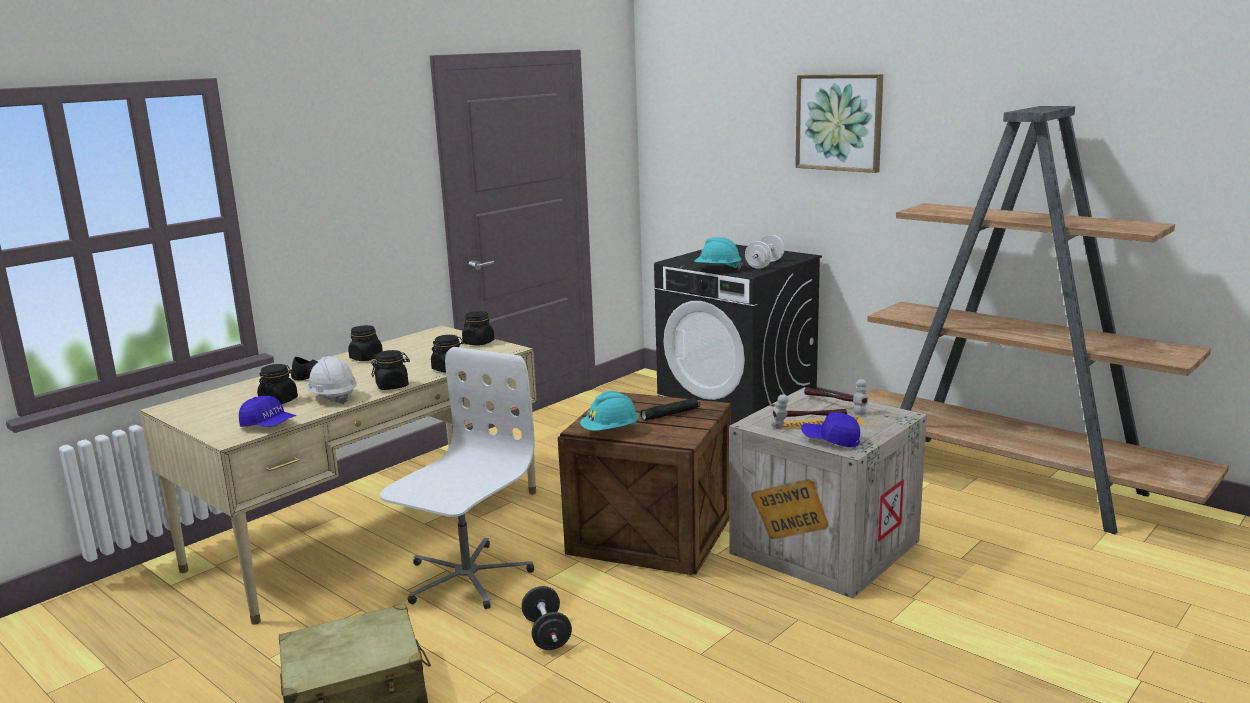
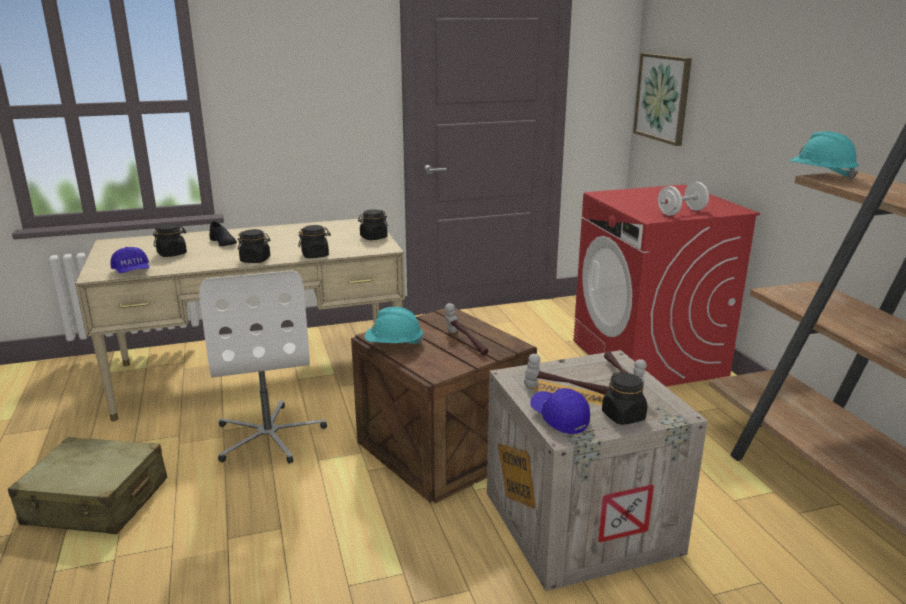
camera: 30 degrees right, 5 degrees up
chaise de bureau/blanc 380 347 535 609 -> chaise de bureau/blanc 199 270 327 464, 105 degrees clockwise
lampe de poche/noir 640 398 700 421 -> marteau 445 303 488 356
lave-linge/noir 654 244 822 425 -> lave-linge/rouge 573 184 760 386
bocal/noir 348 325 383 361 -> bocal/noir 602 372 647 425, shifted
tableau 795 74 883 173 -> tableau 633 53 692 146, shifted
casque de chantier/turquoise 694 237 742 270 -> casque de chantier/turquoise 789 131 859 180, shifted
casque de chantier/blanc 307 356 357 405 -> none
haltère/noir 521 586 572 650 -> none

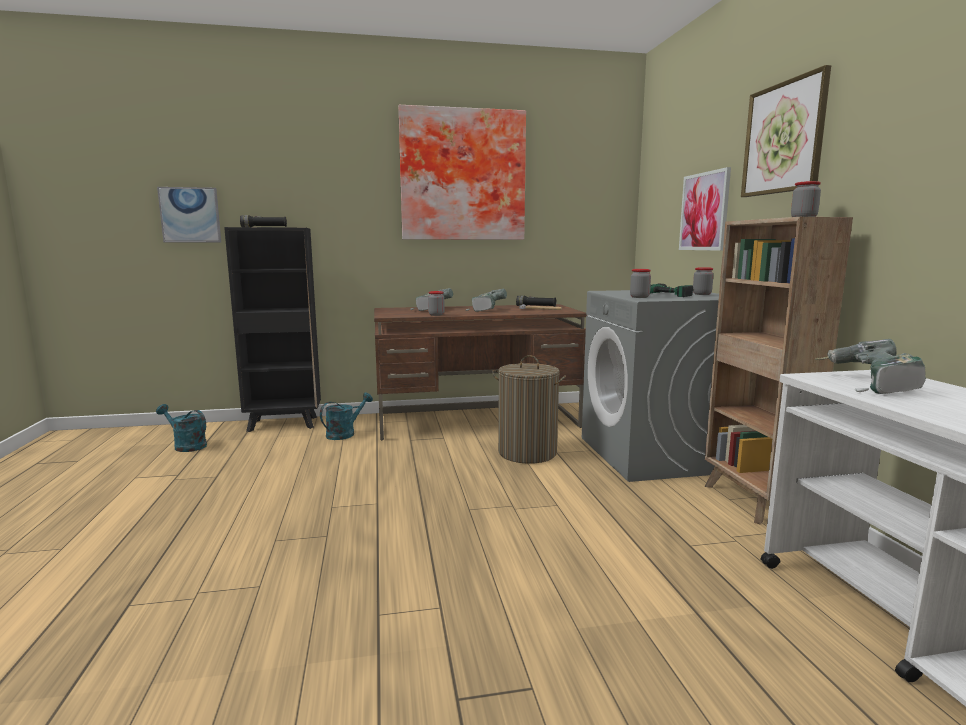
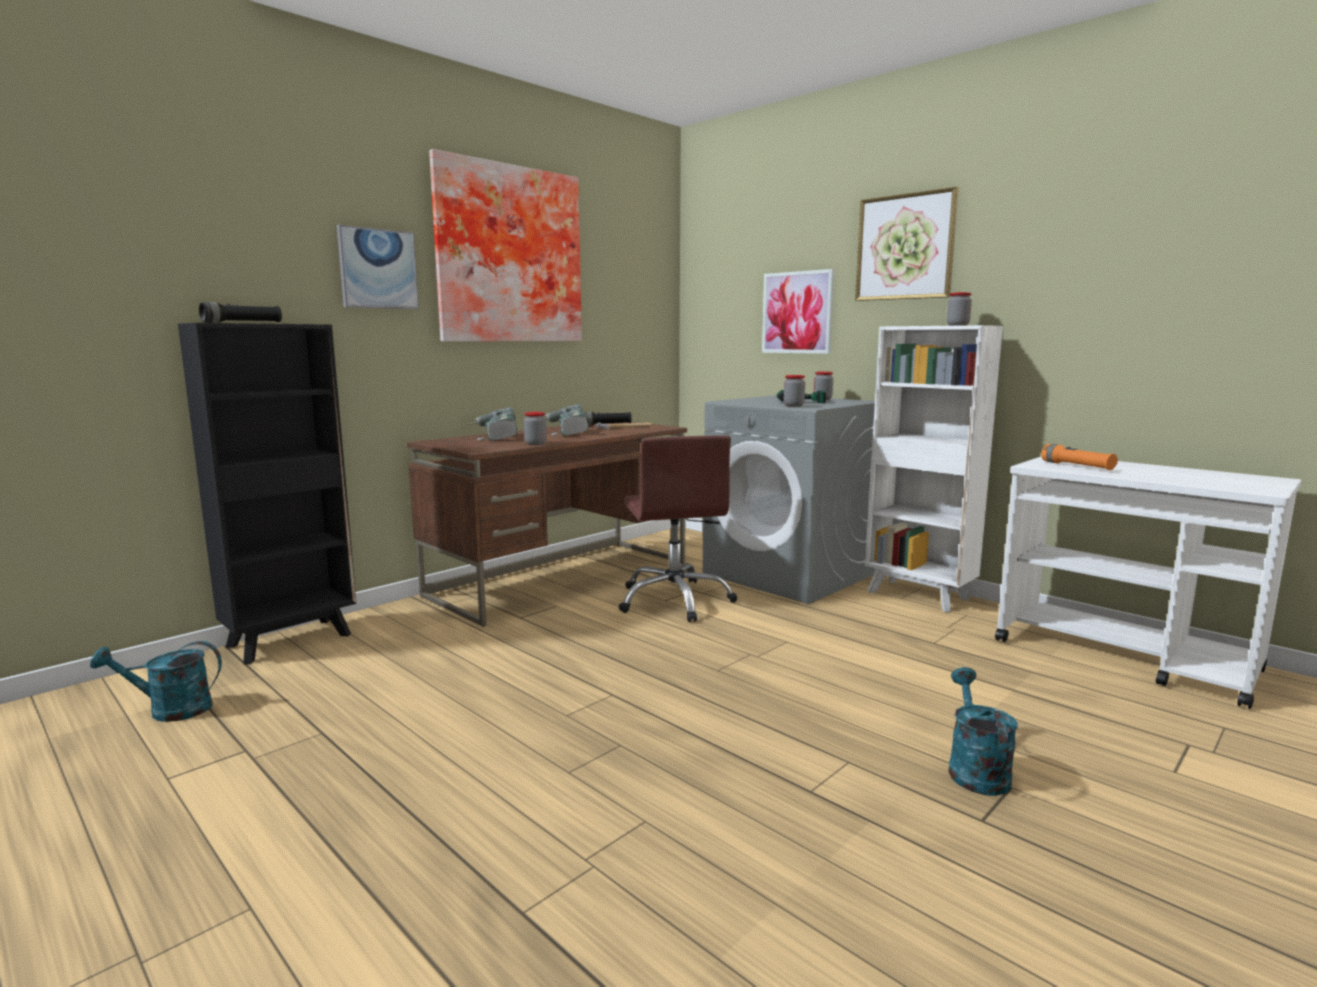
camera: 35 degrees left, 0 degrees up
tableau 157 187 221 242 -> tableau 337 225 419 309, shifted
panier à linge 492 355 566 464 -> chaise de bureau/marron 619 436 737 622
bibliothèque/marron 705 217 853 525 -> bibliothèque/blanc 865 325 1003 612
arrosoir/turquoise 320 393 373 440 -> arrosoir/turquoise 948 667 1018 796, shifted
perceuse 815 339 926 394 -> lampe de poche/orange 1041 444 1118 470

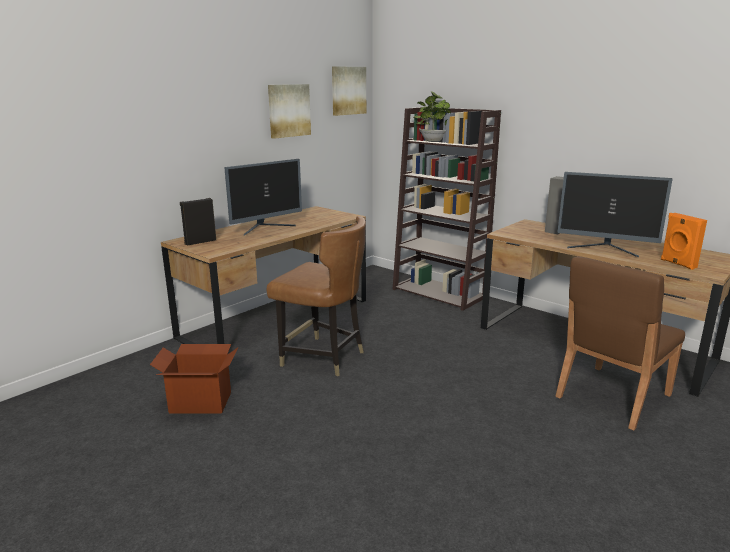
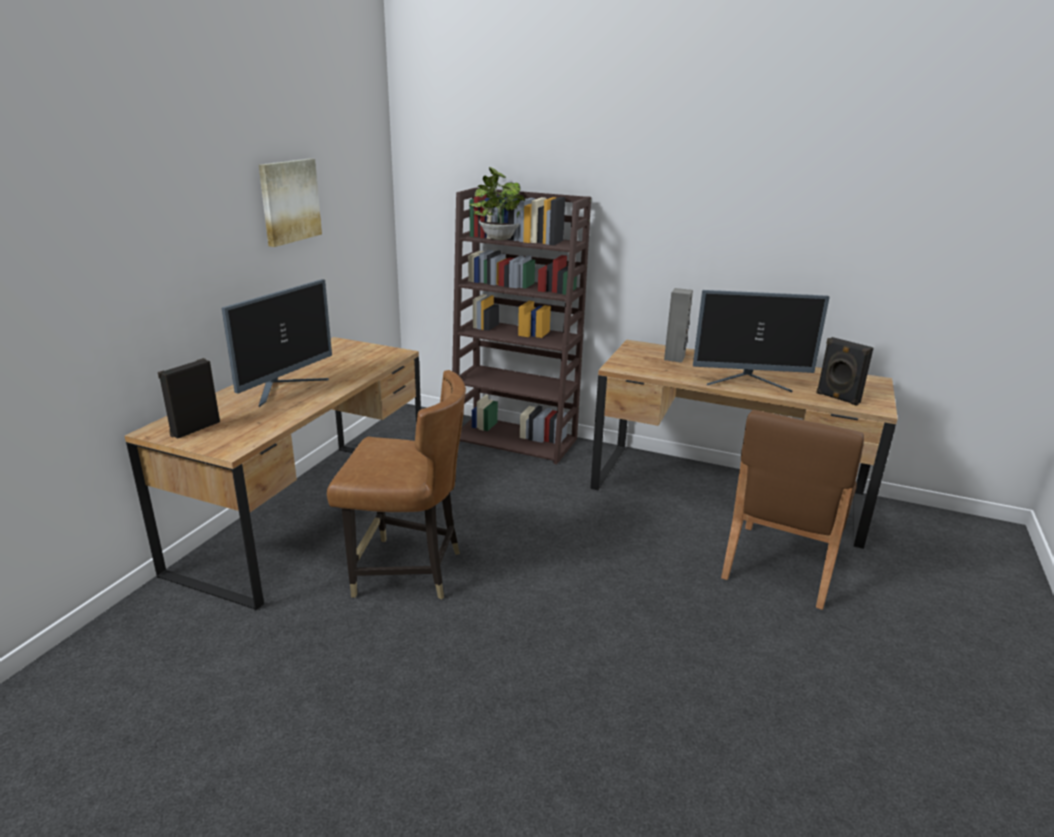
camera: 20 degrees left, 5 degrees up
enceinte/orange 661 213 707 270 -> enceinte/noir 816 337 874 406
carton 150 344 238 414 -> none
tableau 332 66 366 116 -> none

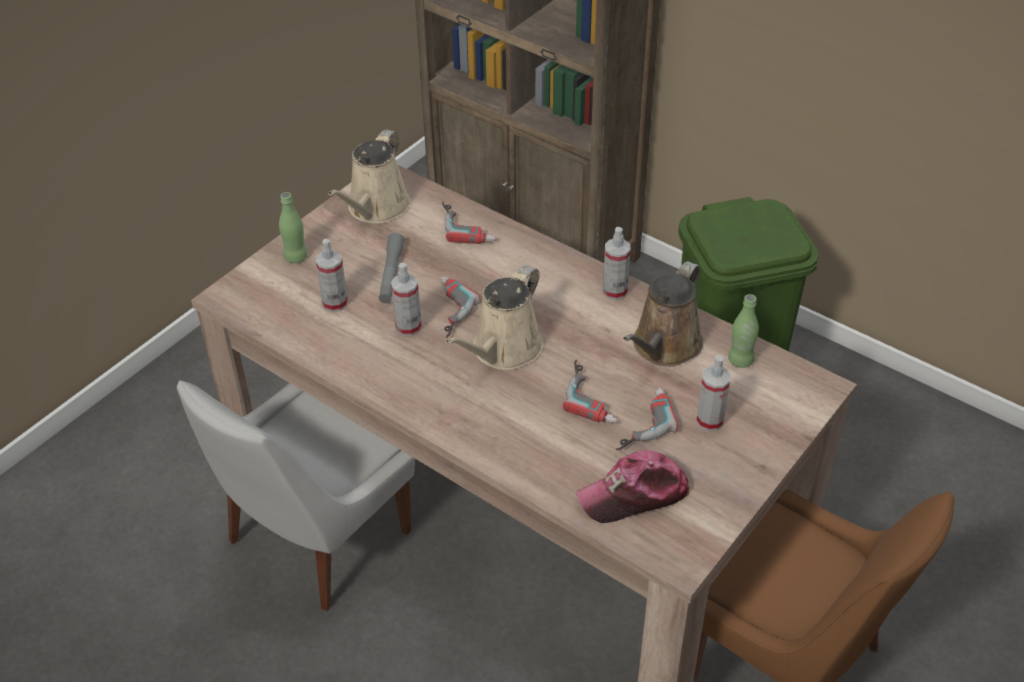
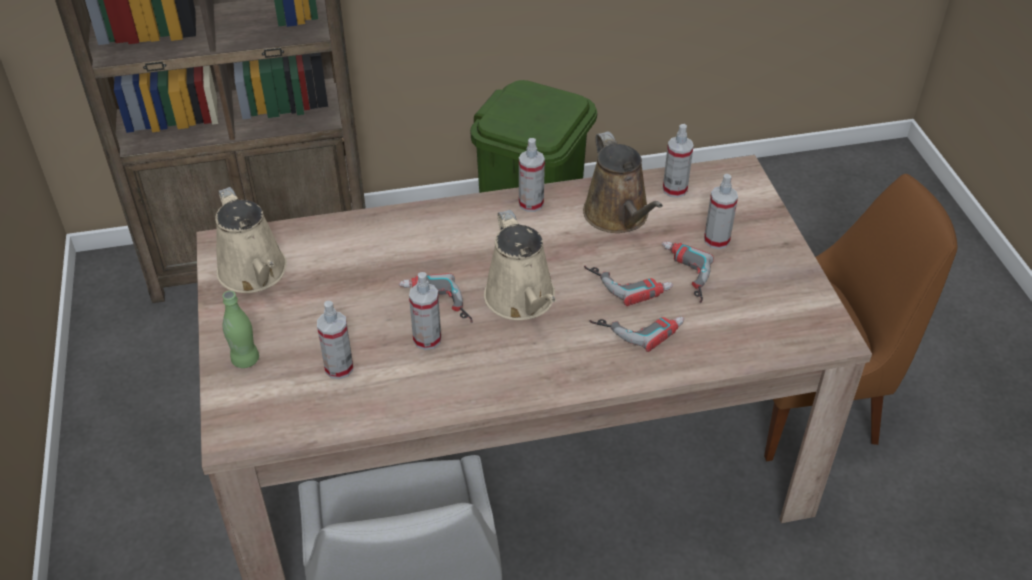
camera: 50 degrees left, 0 degrees up
perceuse 442 201 497 244 -> perceuse 589 317 684 352, shifted
bouteille/vert 728 294 759 368 -> vaporisateur 663 124 694 198
lampe de poche/gris 379 233 404 303 -> none
casquette 576 450 690 523 -> none

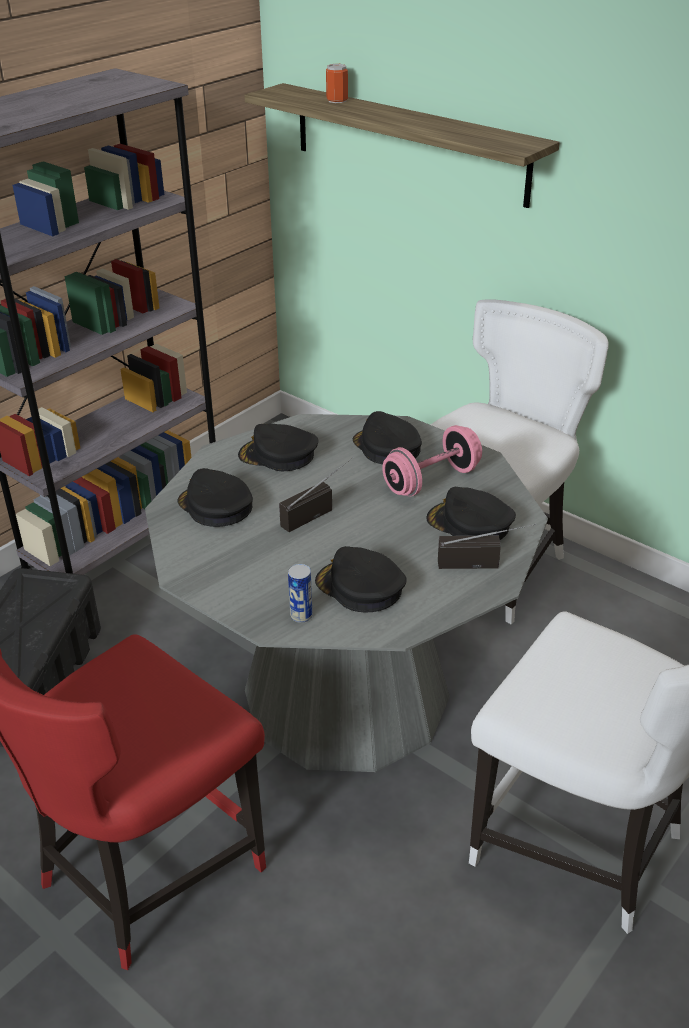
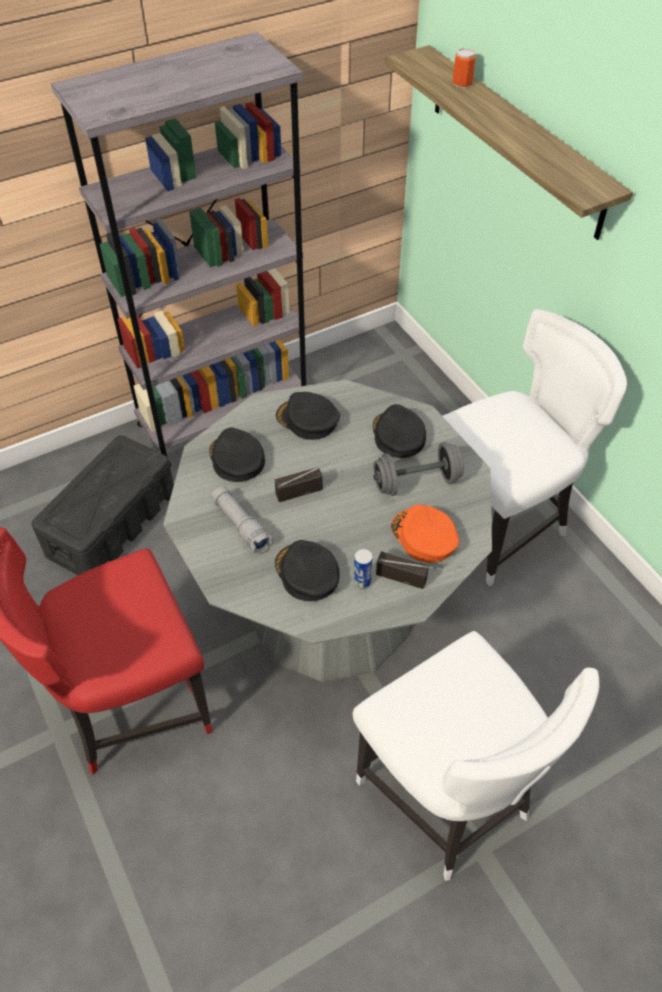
camera: 20 degrees right, 15 degrees up
none -> lampe de poche/gris 211 486 273 554
boîte métallique 288 564 312 623 -> boîte métallique 354 549 373 589, shifted
haltère/rose 382 425 482 496 -> haltère/gris 374 442 464 496
casquette/noir 426 487 516 540 -> casquette/orange 391 505 459 563

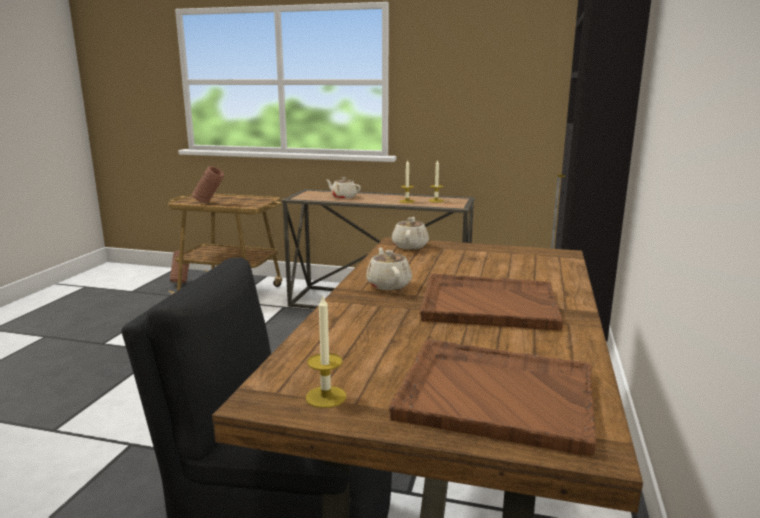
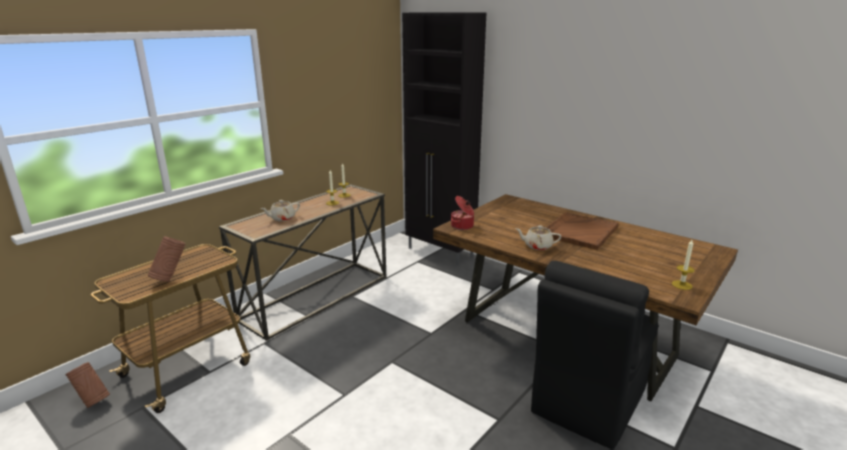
camera: 65 degrees left, 5 degrees up
théière/beige 392 217 429 249 -> marmite 451 196 474 230
plateau/marron 389 339 596 456 -> none

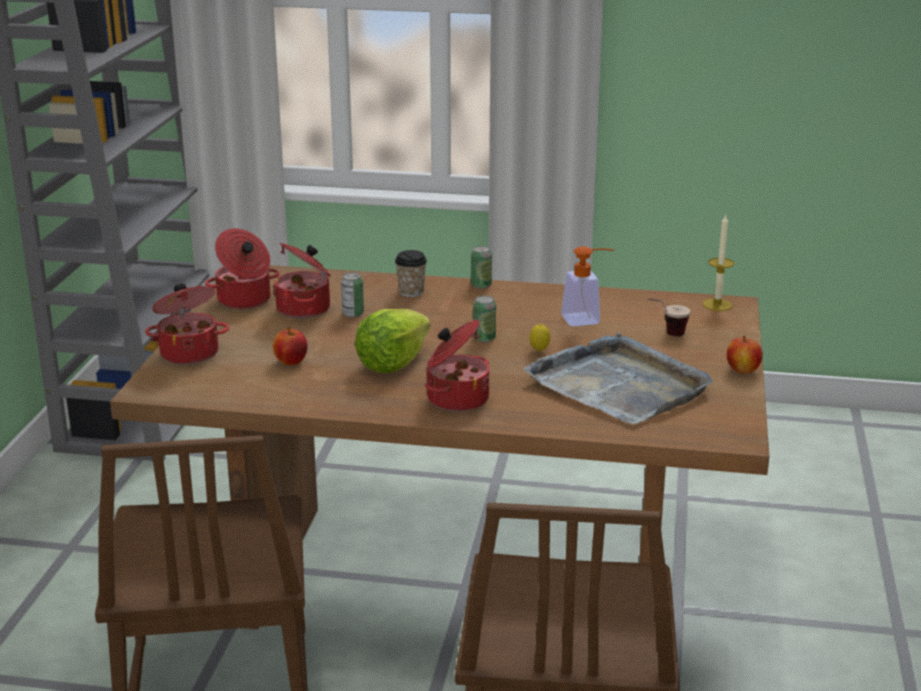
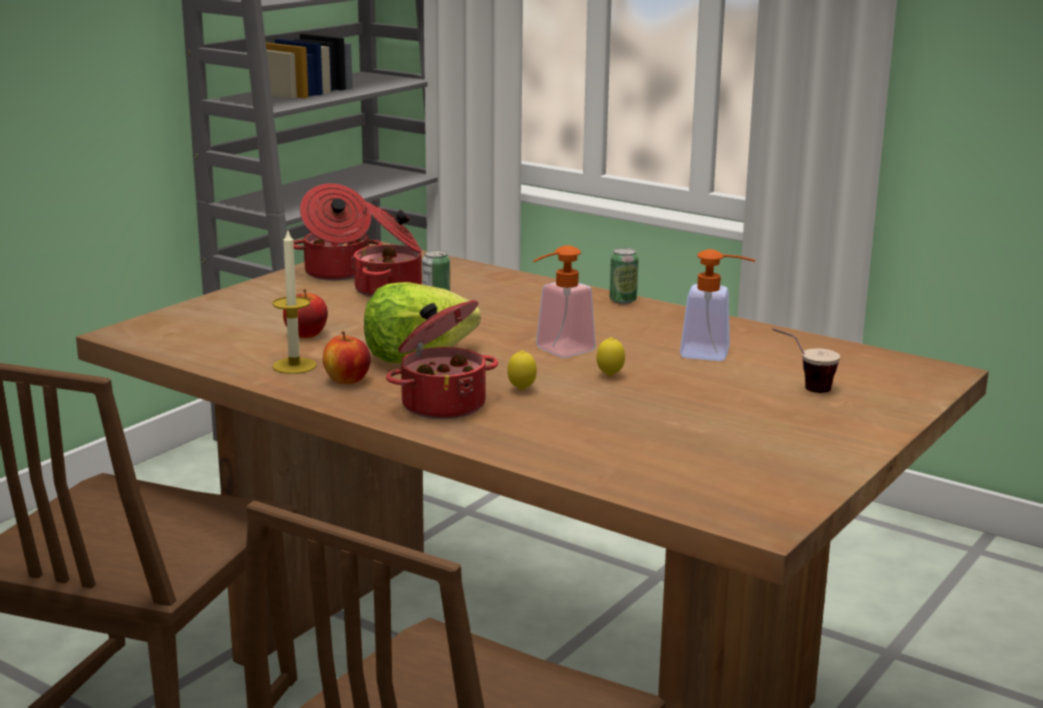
camera: 25 degrees right, 5 degrees down
bougie 703 213 734 311 -> bougie 272 231 317 374, shifted
pomme 727 335 763 374 -> pomme 323 331 371 384, shifted
none -> citron 507 350 537 390
boîte métallique 473 296 496 342 -> distributeur de savon 533 245 596 358
marmite 145 284 229 365 -> none
tasse 395 250 427 297 -> none
plateau/gris 523 333 712 424 -> none

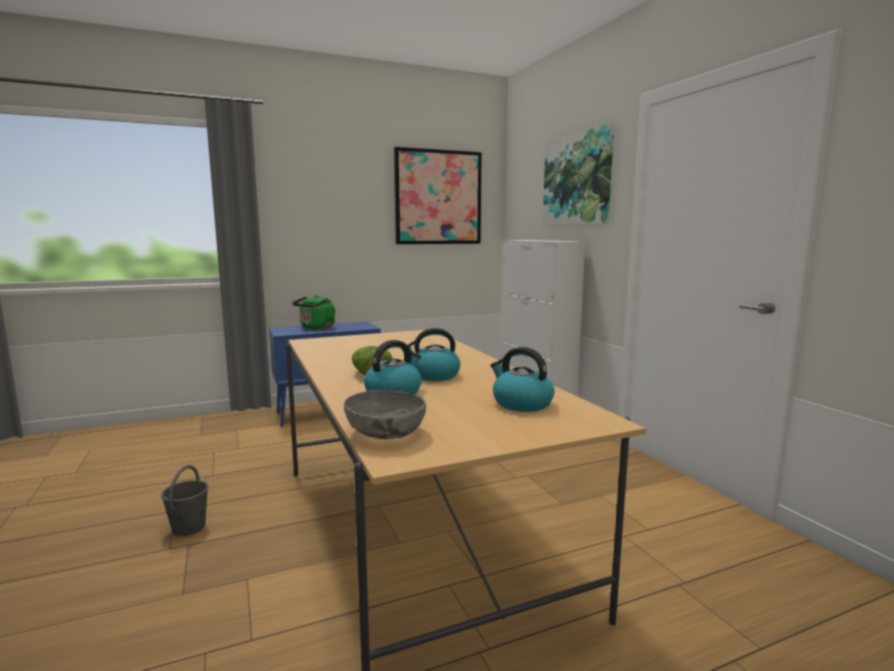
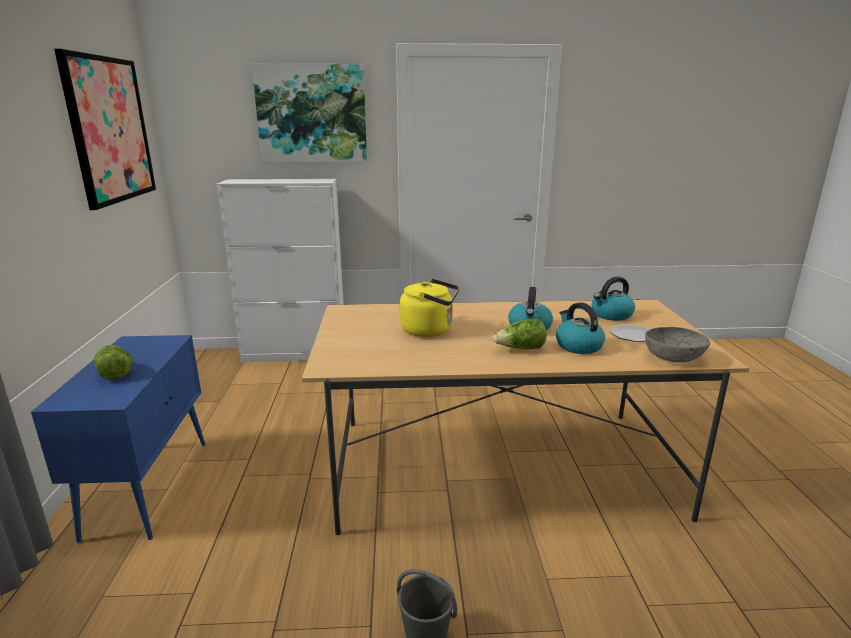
camera: 70 degrees left, 10 degrees up
bouilloire/vert 292 295 335 330 -> laitue 94 345 133 380
none -> bouilloire/jaune 400 279 460 337
none -> assiette 609 324 650 342

